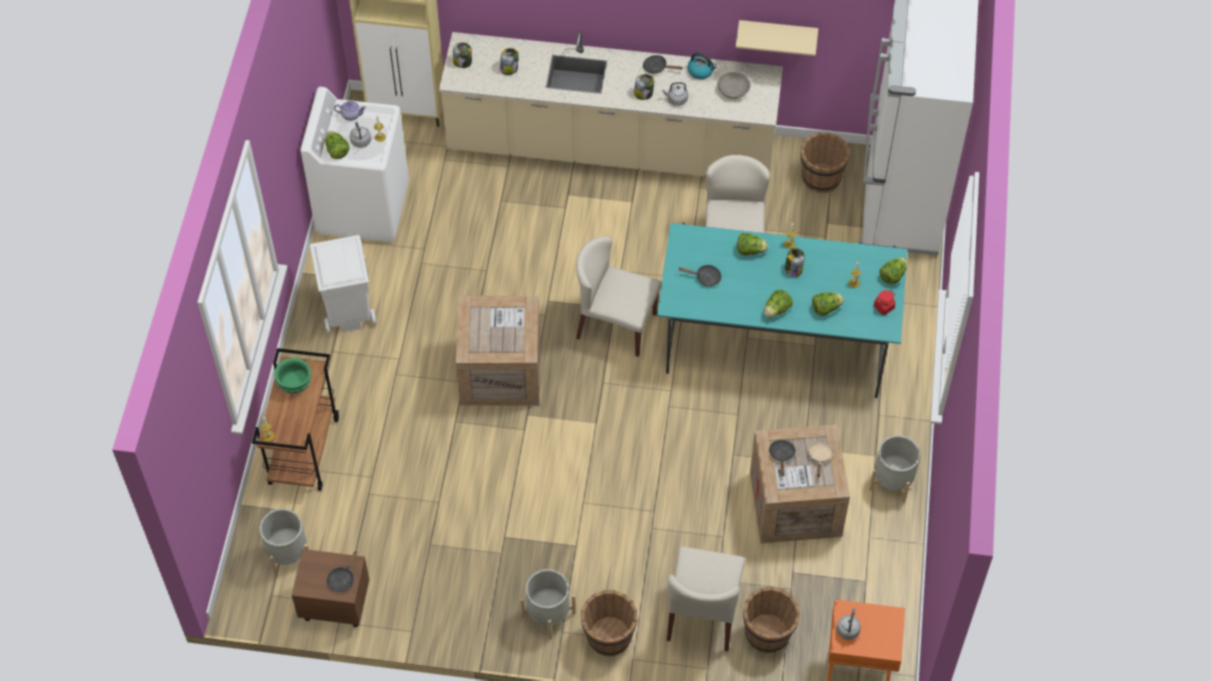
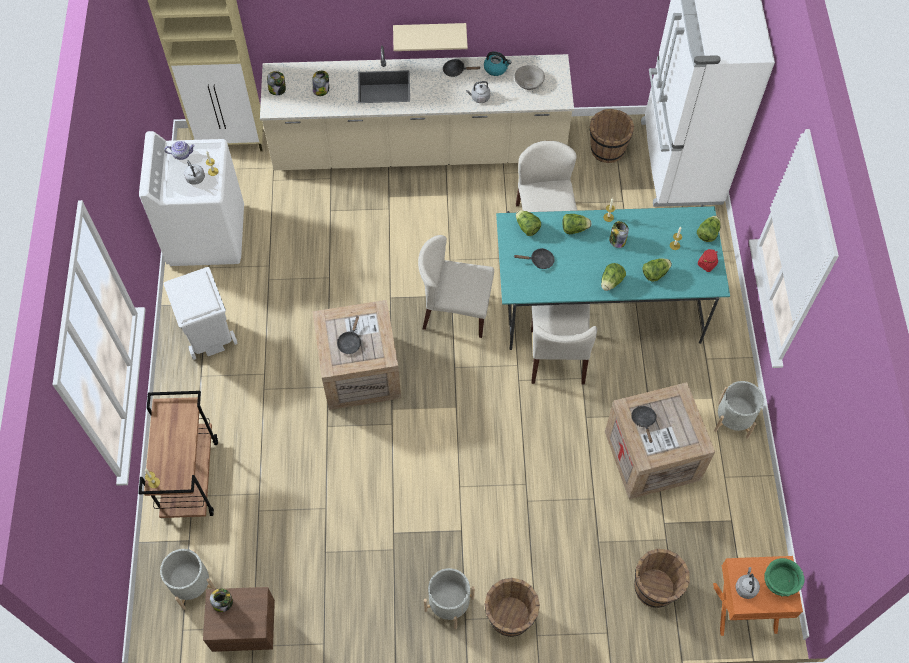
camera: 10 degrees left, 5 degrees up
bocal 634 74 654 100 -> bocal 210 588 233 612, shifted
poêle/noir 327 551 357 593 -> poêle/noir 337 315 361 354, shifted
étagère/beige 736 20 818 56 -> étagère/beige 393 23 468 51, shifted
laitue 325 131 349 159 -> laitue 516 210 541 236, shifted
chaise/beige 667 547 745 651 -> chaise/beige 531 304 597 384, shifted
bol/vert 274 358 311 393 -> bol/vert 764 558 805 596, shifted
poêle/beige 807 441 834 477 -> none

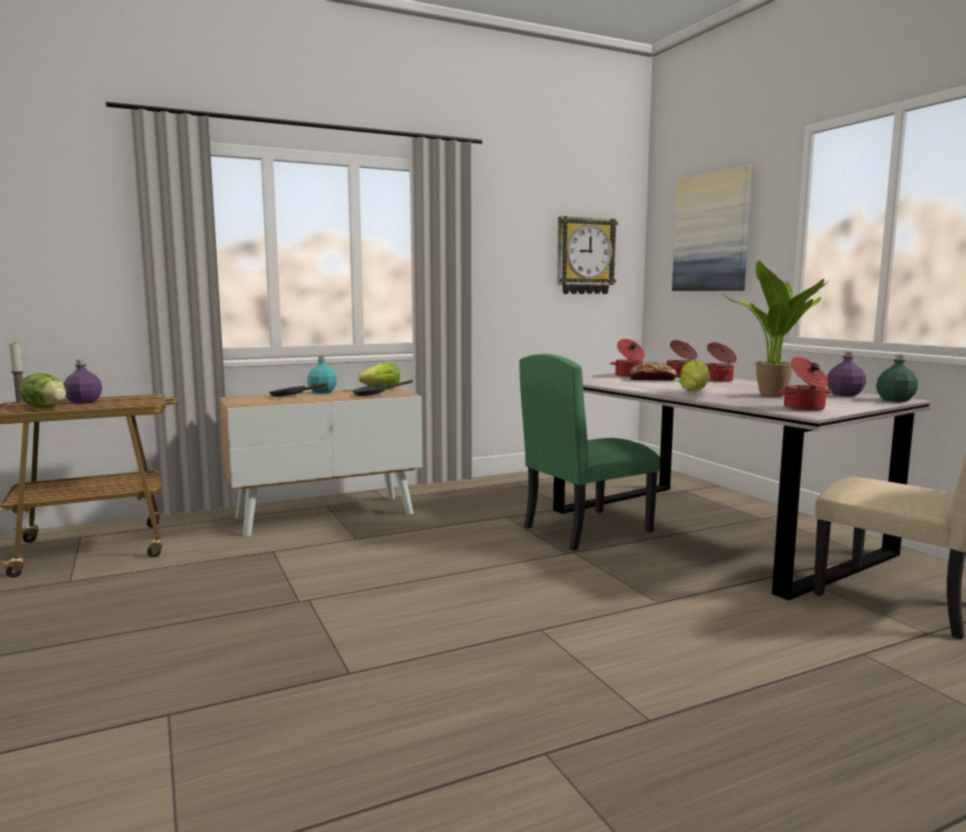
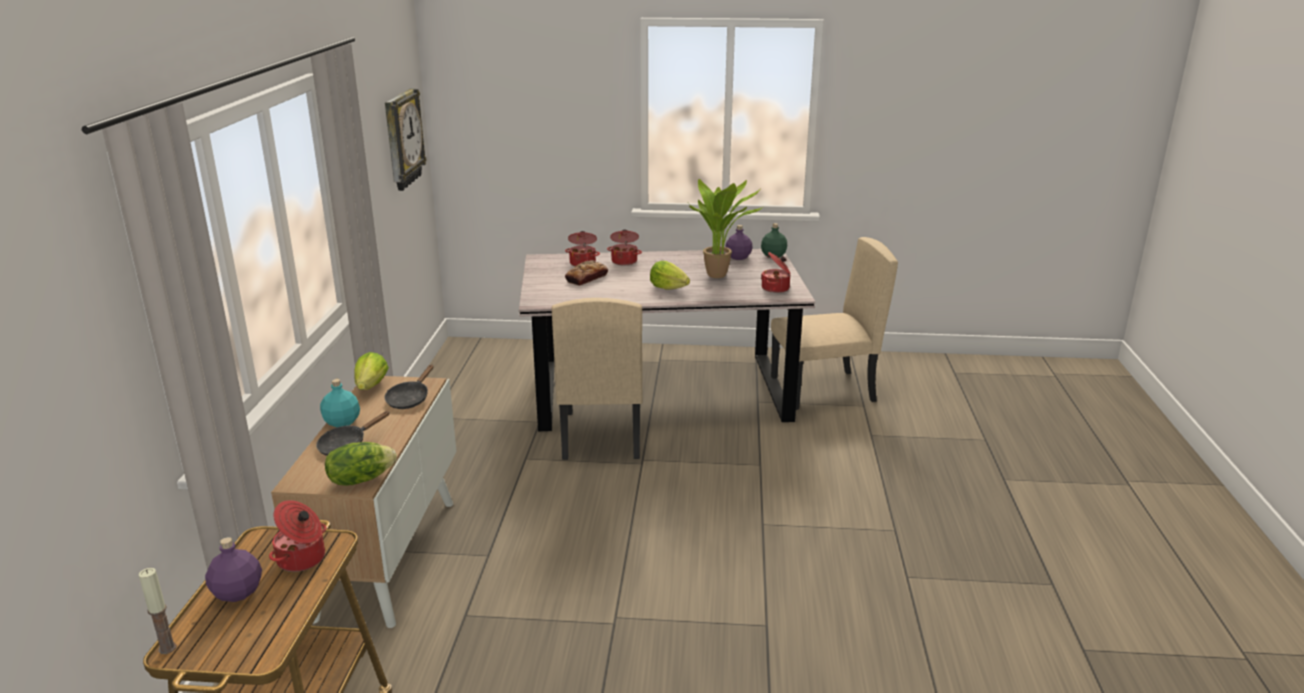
camera: 60 degrees left, 15 degrees up
marmite 610 339 647 377 -> marmite 269 500 327 572, shifted
laitue 19 373 66 408 -> laitue 325 442 397 486, shifted
chaise/vert 519 354 660 550 -> chaise/beige 552 298 643 460
tableau 672 165 752 291 -> none

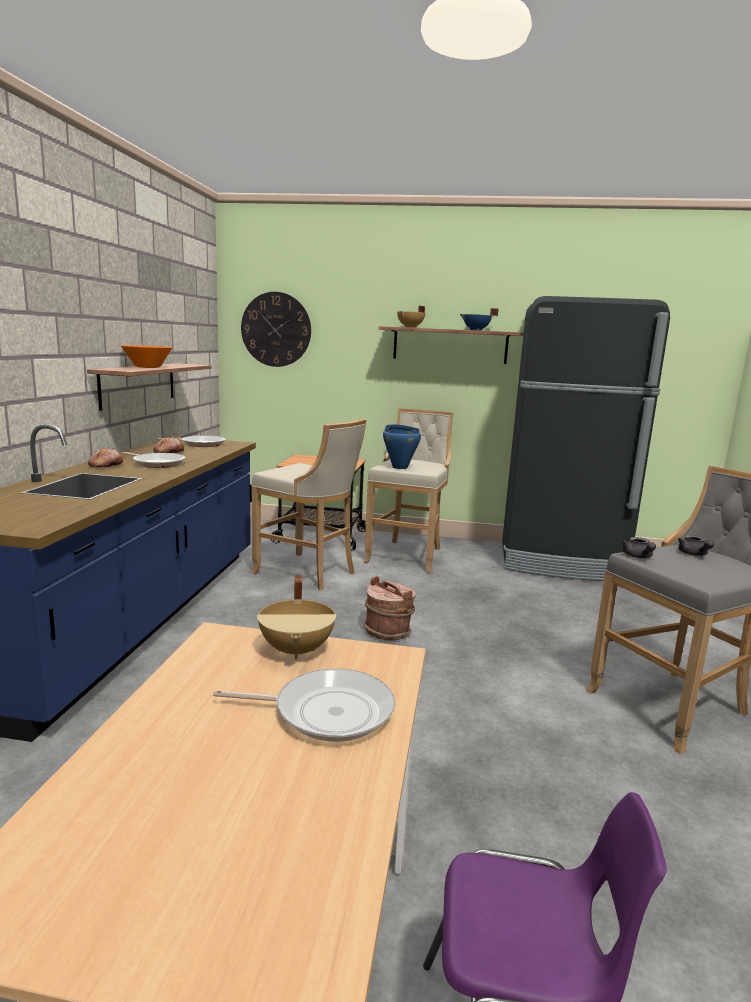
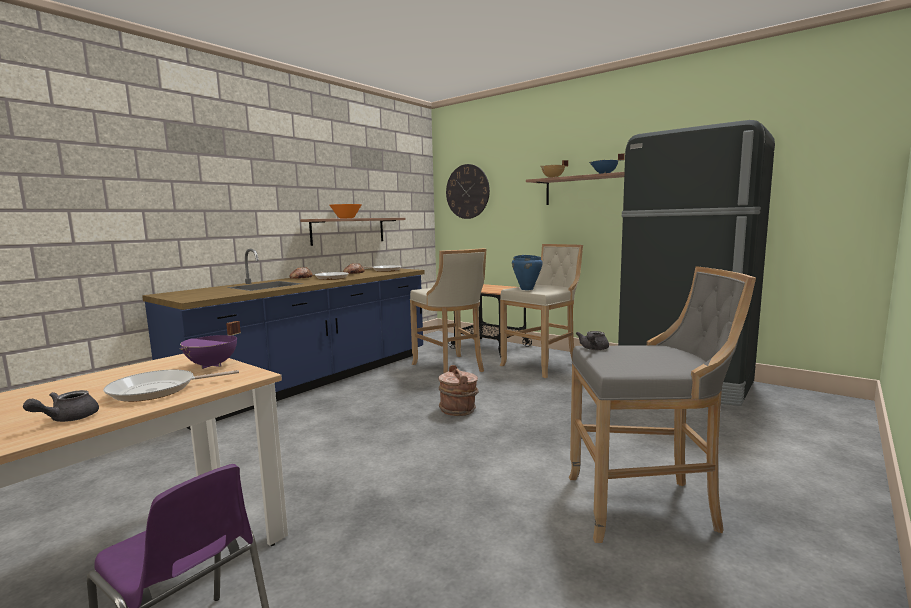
camera: 30 degrees right, 5 degrees down
théière/gris 678 535 714 556 -> théière/gris 23 390 99 422, shifted
poêle 213 668 395 742 -> poêle 103 370 239 402, 120 degrees clockwise
marmite/beige 257 576 336 660 -> marmite/violet 179 321 241 369

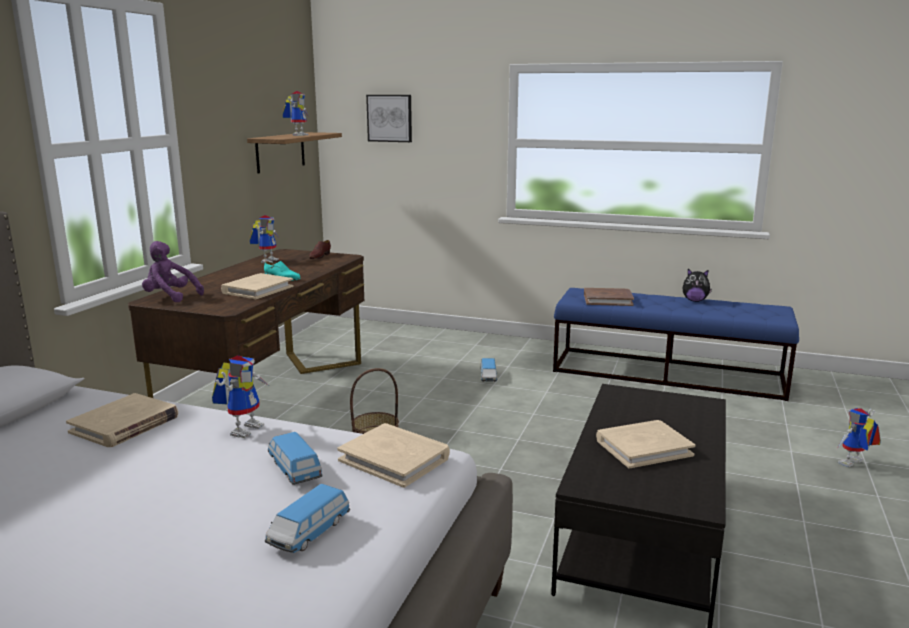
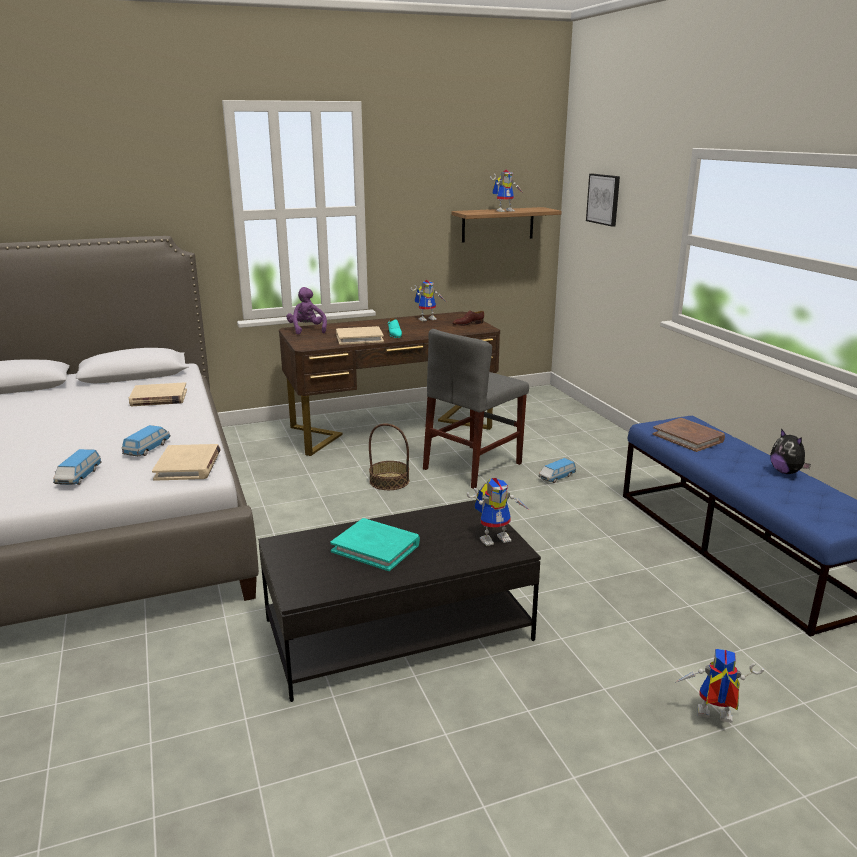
camera: 50 degrees right, 5 degrees up
petite voiture 265 484 350 553 -> petite voiture 53 449 102 485, 75 degrees counterclockwise
livre/beige 596 420 695 469 -> livre/turquoise 330 518 420 571
none -> chaise/gris 423 329 529 489
robot jouet 212 355 268 438 -> robot jouet 467 478 529 546, shifted

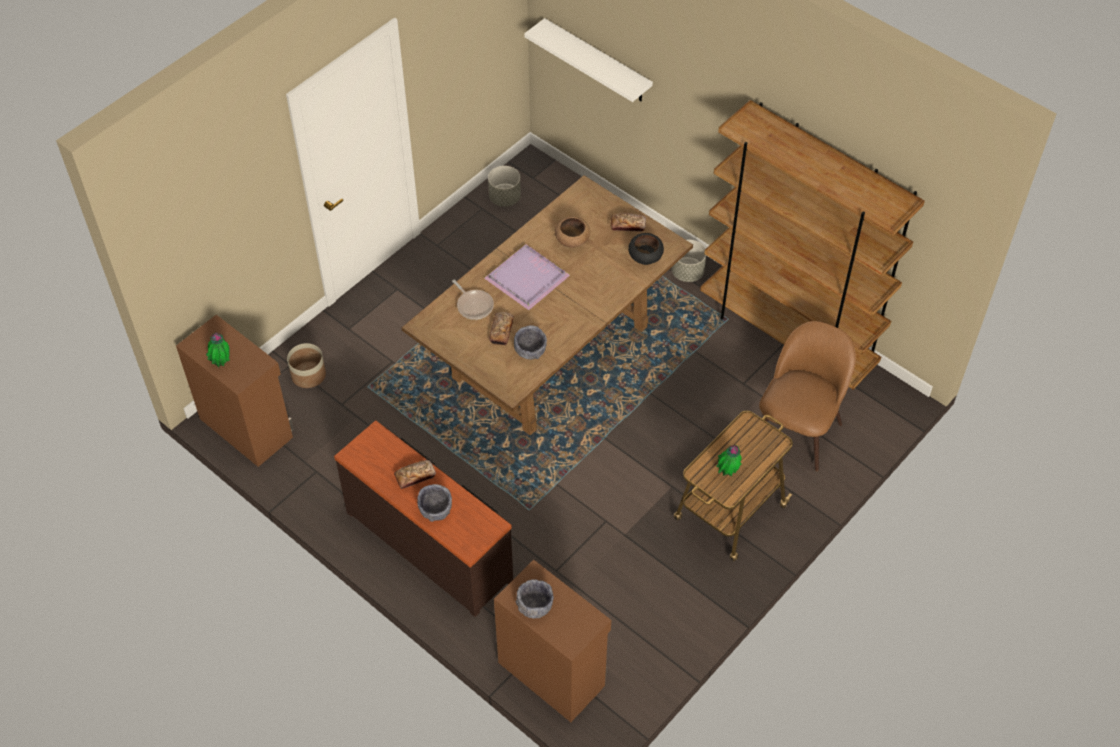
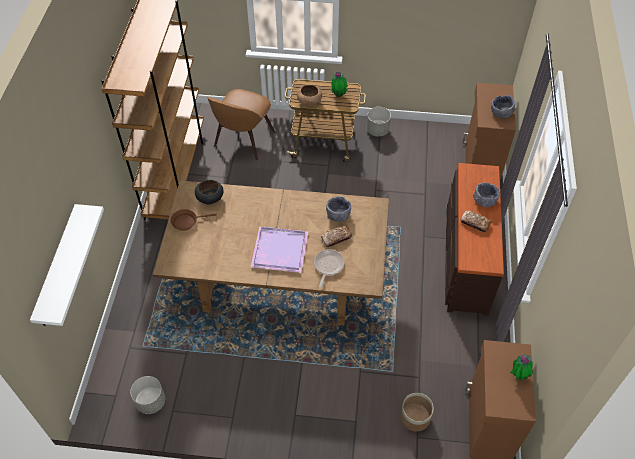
camera: 125 degrees left, 0 degrees up
pain 611 213 646 232 -> poêle/marron 171 209 217 231
chaise/marron 759 321 856 471 -> chaise/marron 207 89 275 160, 60 degrees counterclockwise
bol/marron 555 216 590 248 -> bol/marron 297 85 322 106, shifted
cache-pot/gris 671 240 706 282 -> cache-pot/gris 367 107 391 136, shifted

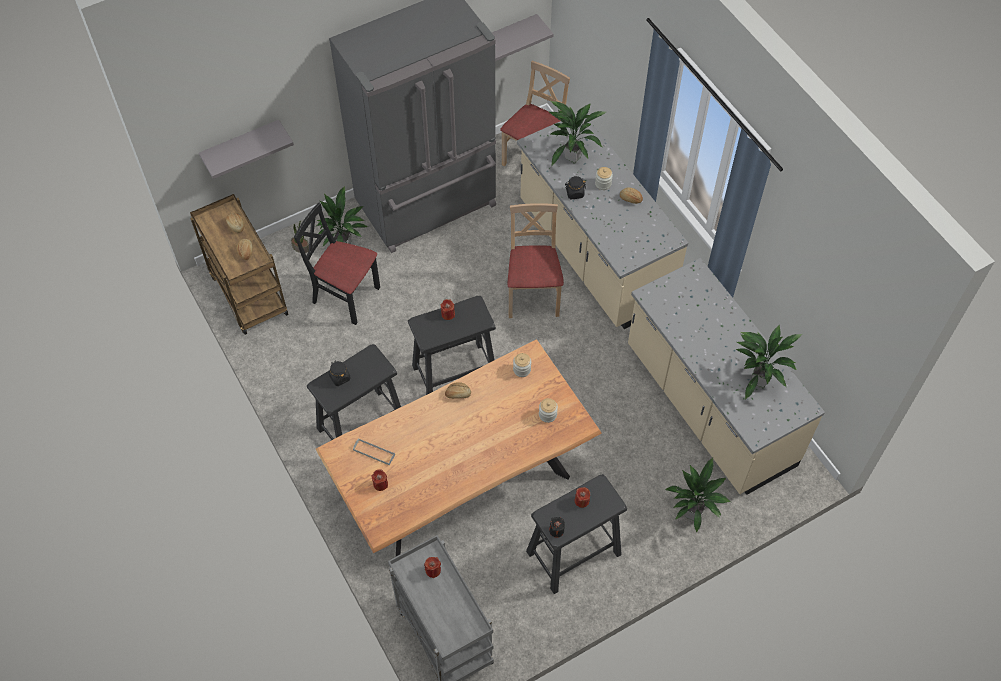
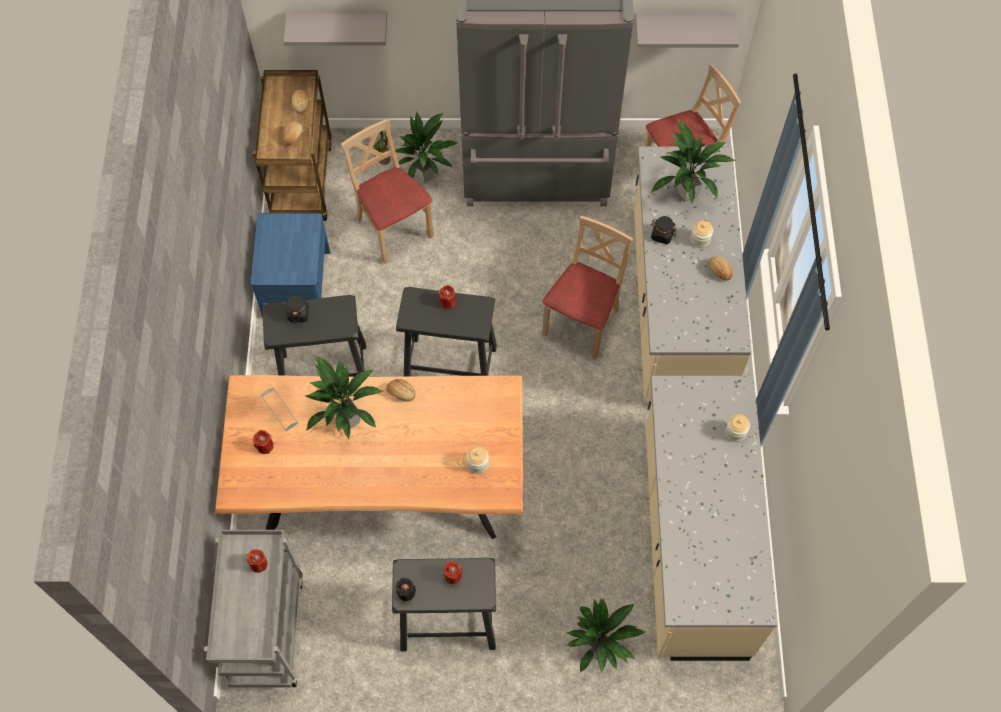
camera: 30 degrees right, 5 degrees up
none -> table de chevet/bleu 251 213 330 317
plante en pot 736 325 802 400 -> plante en pot 305 355 384 439, shifted
chaise/noir 294 202 380 325 -> chaise/beige 341 119 434 264
bocal 513 353 531 377 -> bocal 725 414 750 442, shifted

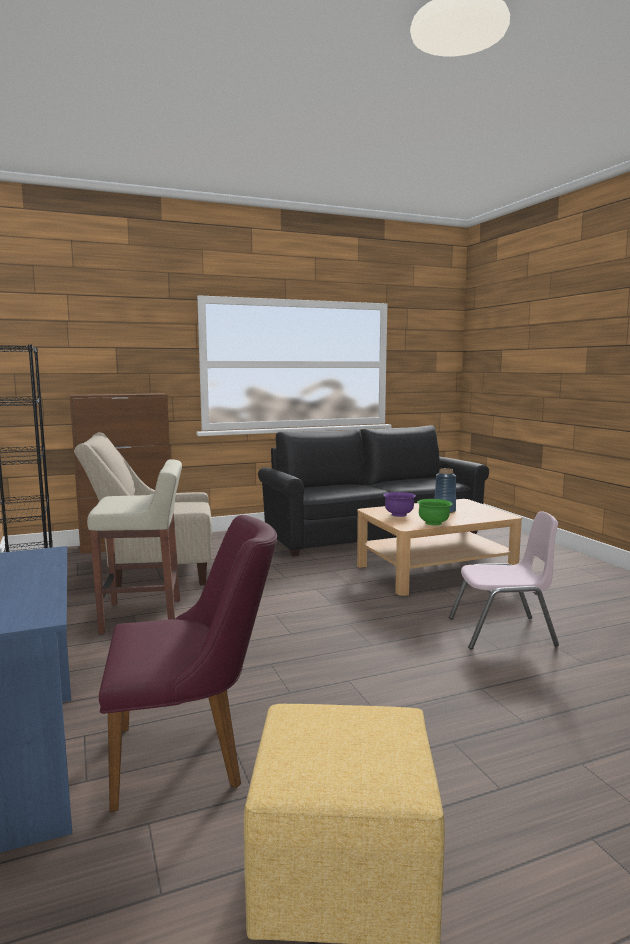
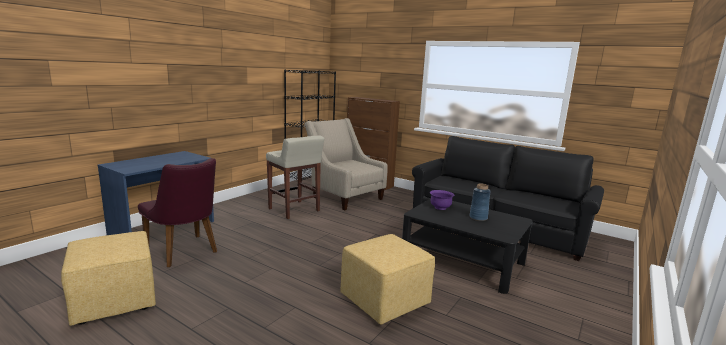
camera: 55 degrees right, 5 degrees up
chaise/rose 449 511 559 650 -> pouf/jaune 340 234 435 325
table basse/beige 357 499 522 596 -> table basse/noir 402 198 532 294
bol/vert 417 499 452 525 -> none

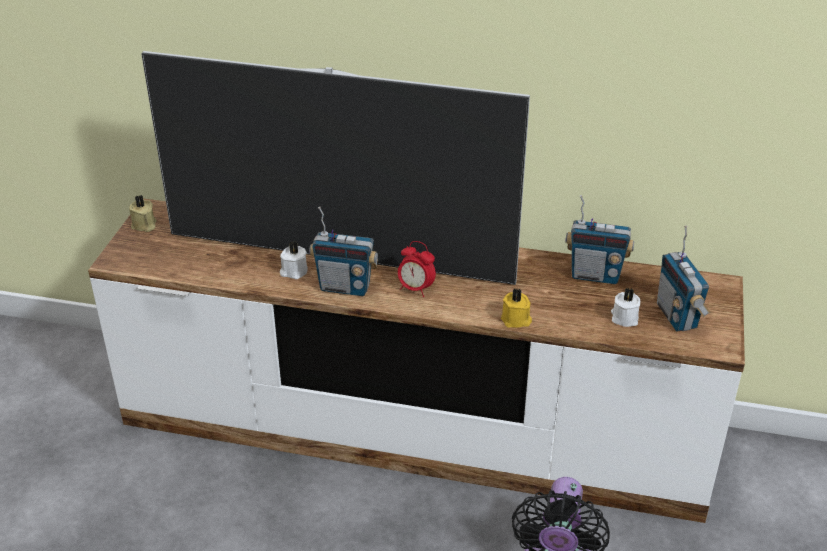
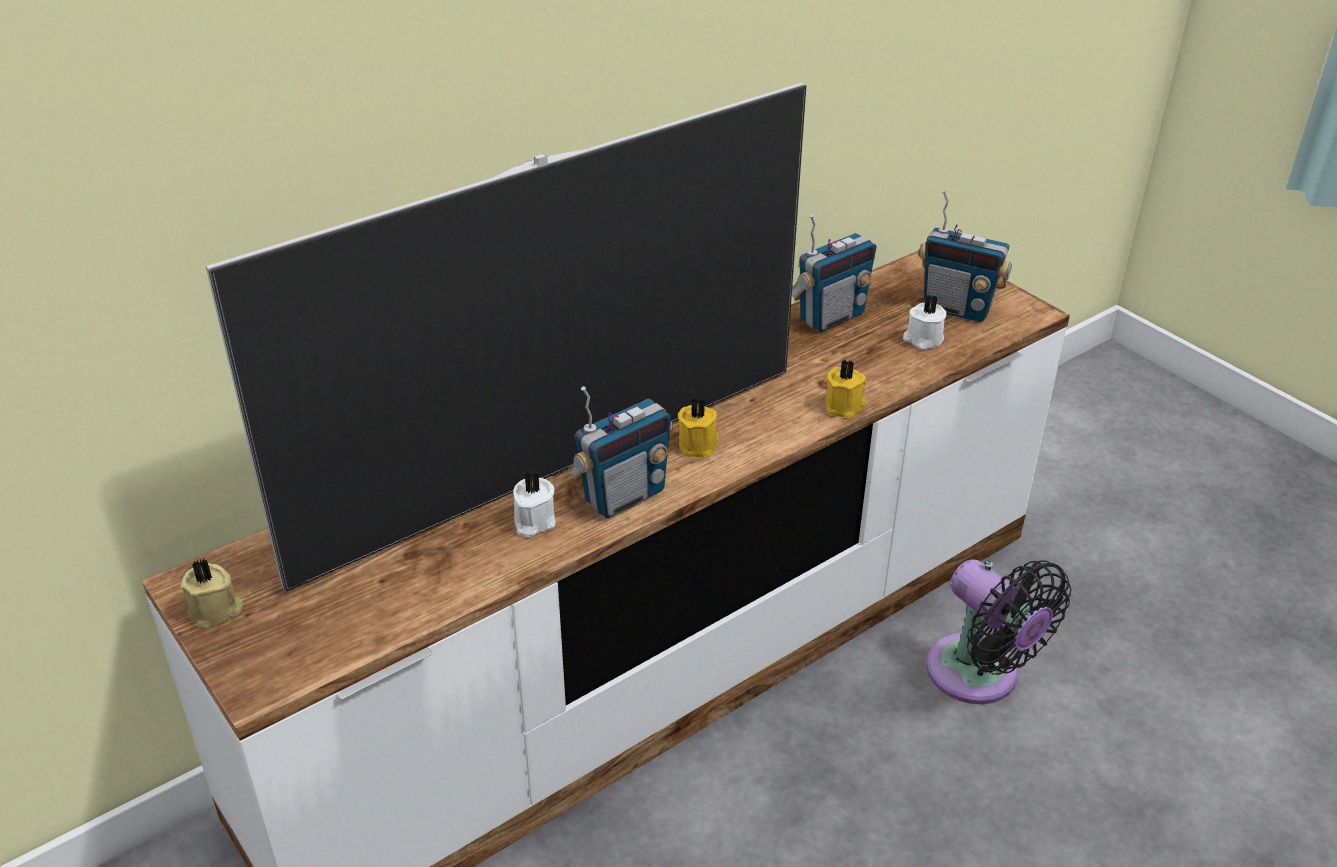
camera: 50 degrees left, 0 degrees up
réveil 398 241 436 297 -> bougie/jaune 678 398 719 457

